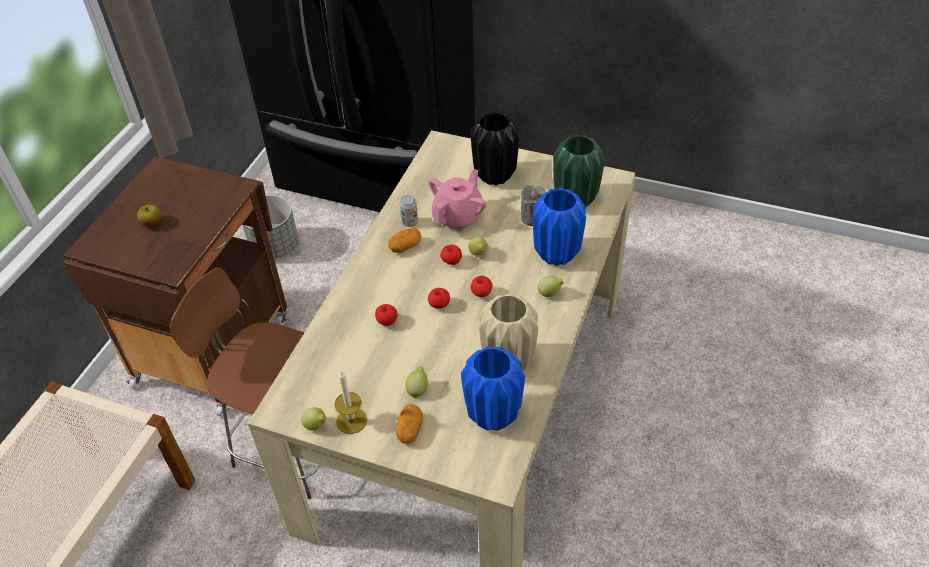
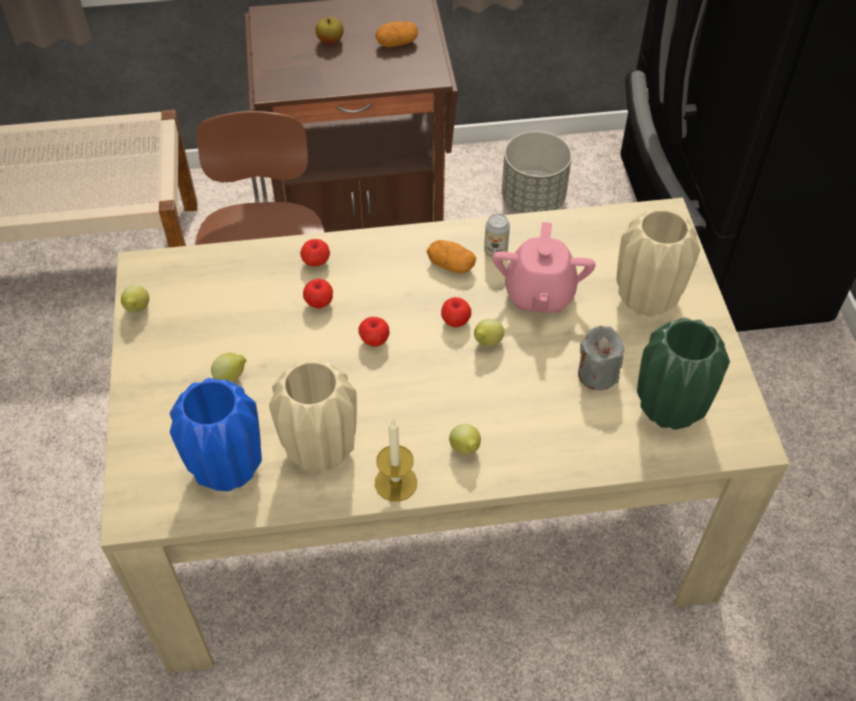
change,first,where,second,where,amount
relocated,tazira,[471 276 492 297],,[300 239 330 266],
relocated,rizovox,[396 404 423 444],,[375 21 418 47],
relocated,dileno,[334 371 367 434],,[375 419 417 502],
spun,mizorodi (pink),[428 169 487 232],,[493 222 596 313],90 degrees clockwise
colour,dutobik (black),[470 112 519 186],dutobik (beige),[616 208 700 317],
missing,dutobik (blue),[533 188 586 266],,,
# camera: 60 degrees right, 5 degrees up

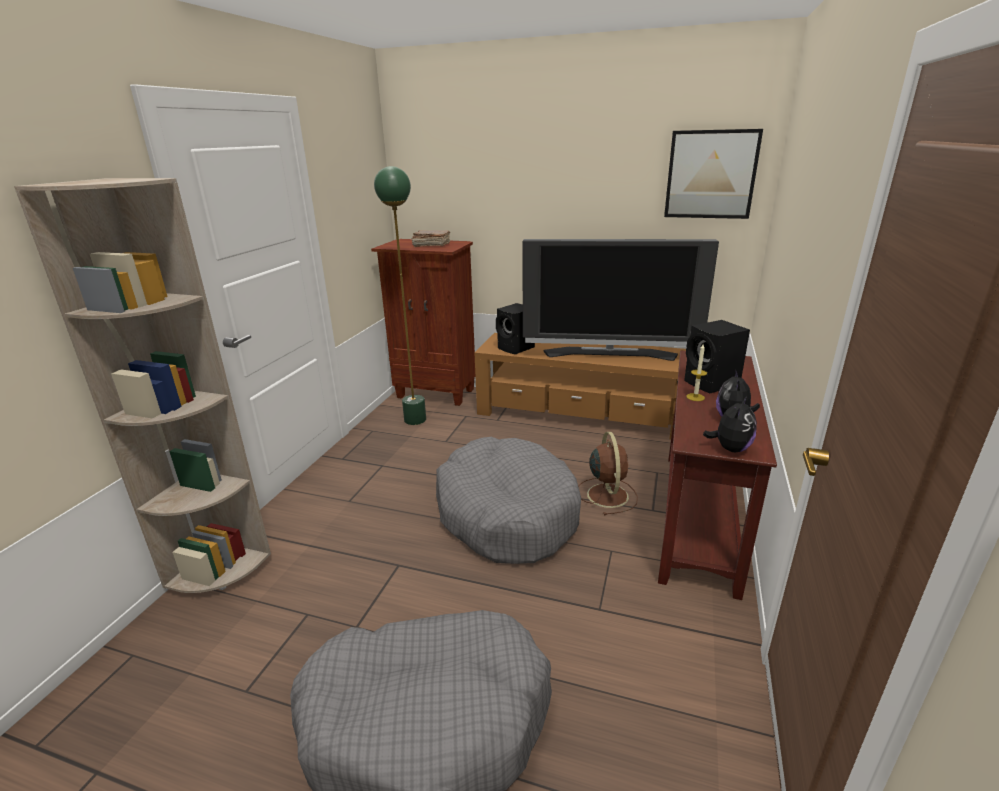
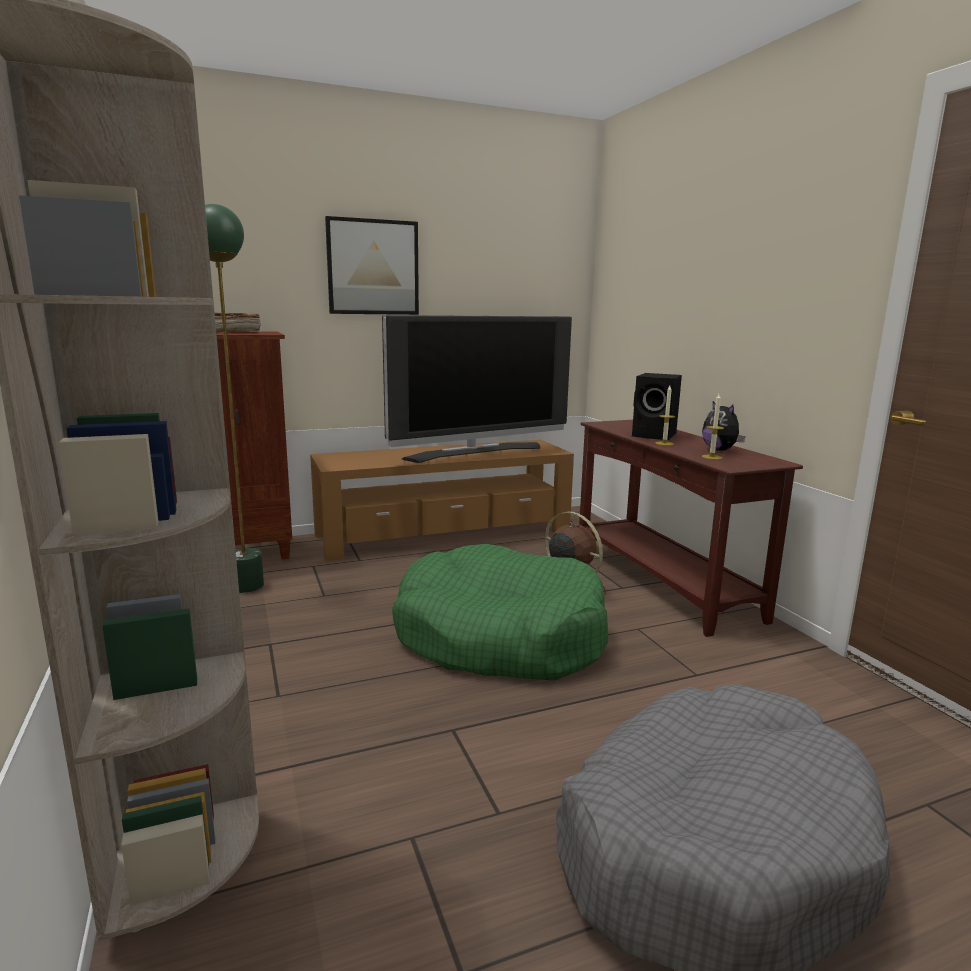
change,first,where,second,where,amount
relocated,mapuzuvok,[664 129 763 219],,[325 216 419 315],
colour,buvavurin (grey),[436 437 581 564],buvavurin (green),[392 544 608 681],
appeared,,,dileno,[701 394 724 460],
missing,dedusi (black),[496 303 535 354],,,
missing,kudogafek,[703 395 757 452],,,
# camera: 40 degrees left, 10 degrees down

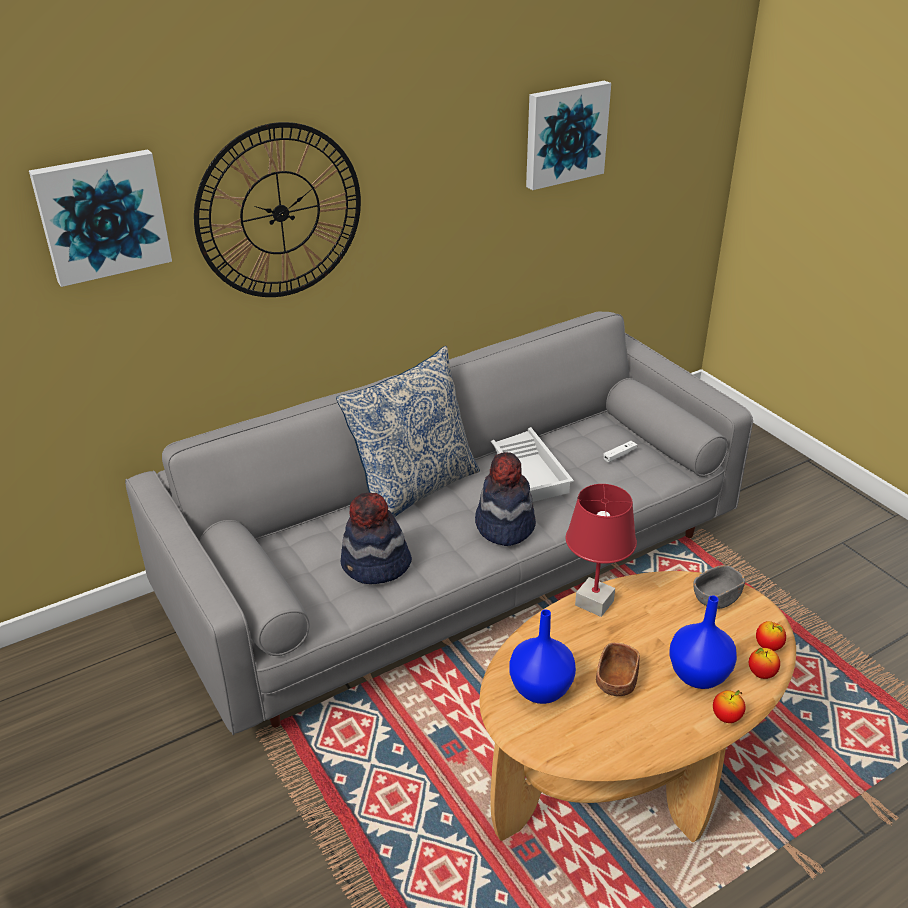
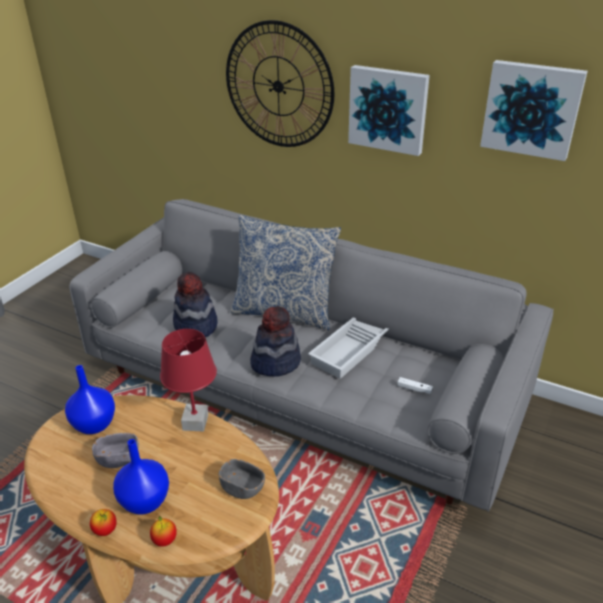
change,first,where,second,where,amount
colour,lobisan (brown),[596 643 640 696],lobisan (grey),[92 433 139 468],
relocated,mapuzuvok,[29 149 172 287],,[348 65 430 156],
missing,tazira,[756 621 786 651],,,
# camera: 60 degrees right, 0 degrees up

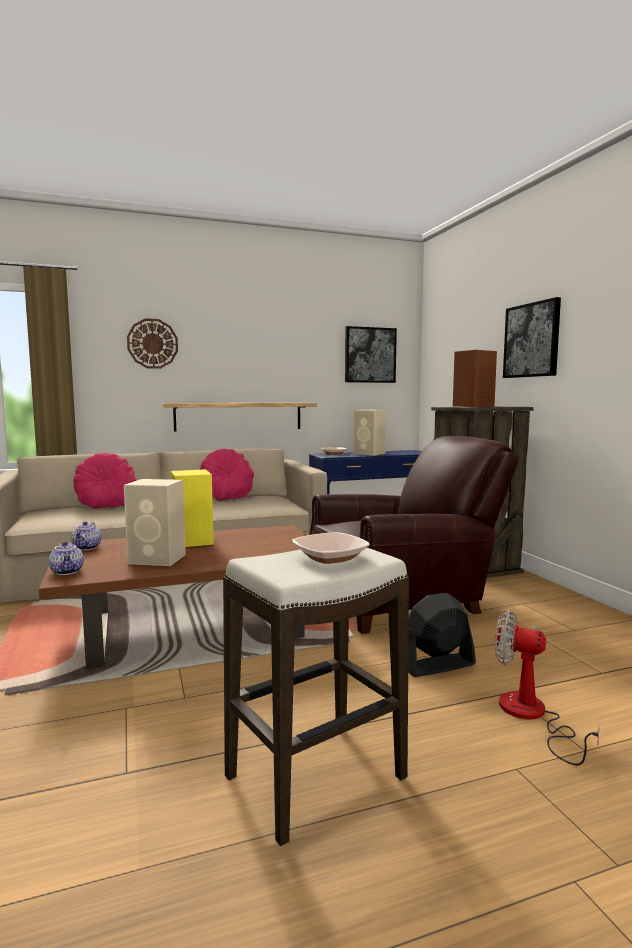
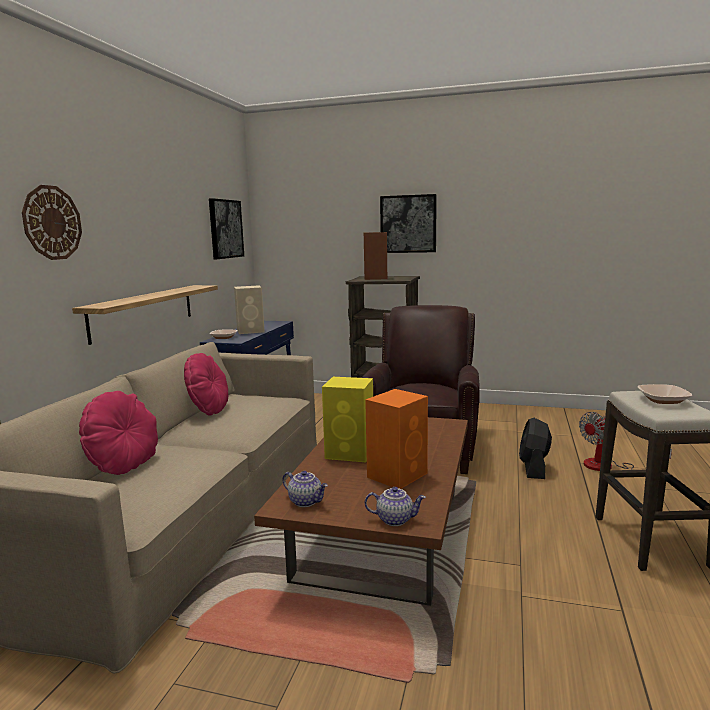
change,first,where,second,where,amount
colour,dedusi (beige),[124 479 186 566],dedusi (orange),[365 389 428 489],
# camera: 55 degrees left, 5 degrees up

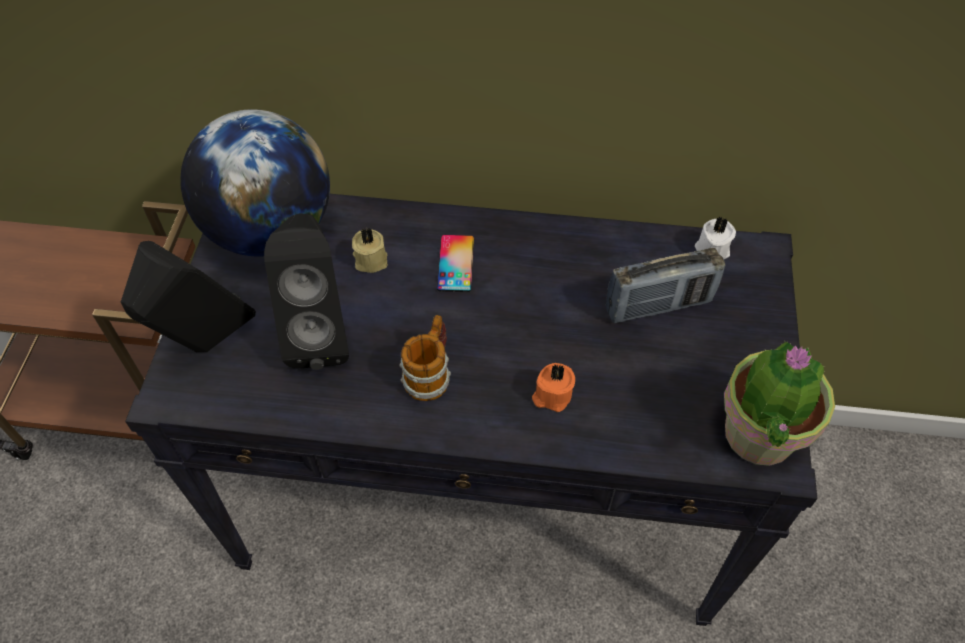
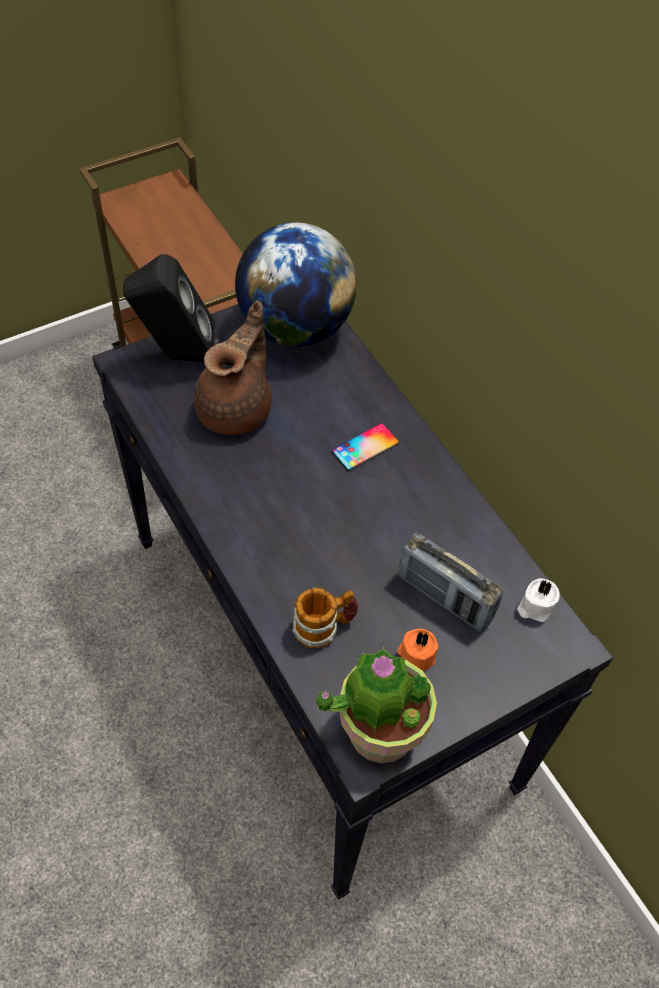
change,first,where,second,where,amount
exchanged,dedusi (black),[264 213 349 370],mizorodi (brown),[194 301 271 435],
relocated,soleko,[399 315 451 401],,[292 588 358 649],
relocated,dileno (orange),[532 363 575 412],,[397 629 438 671],
missing,dileno (beige),[352 227 388 273],,,
# camera: 50 degrees right, 0 degrees up

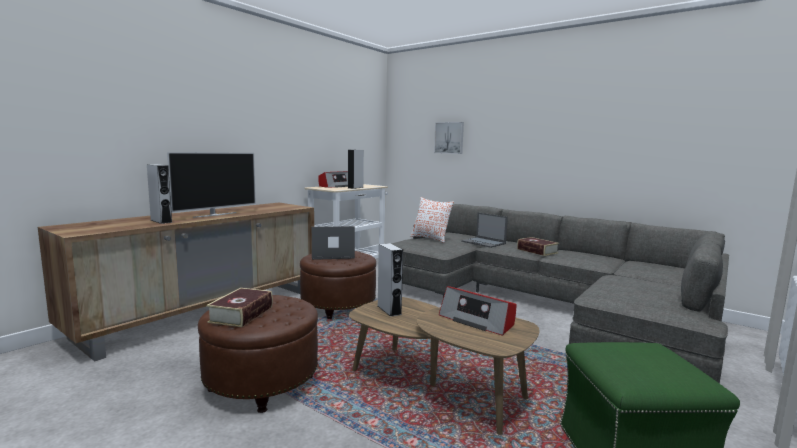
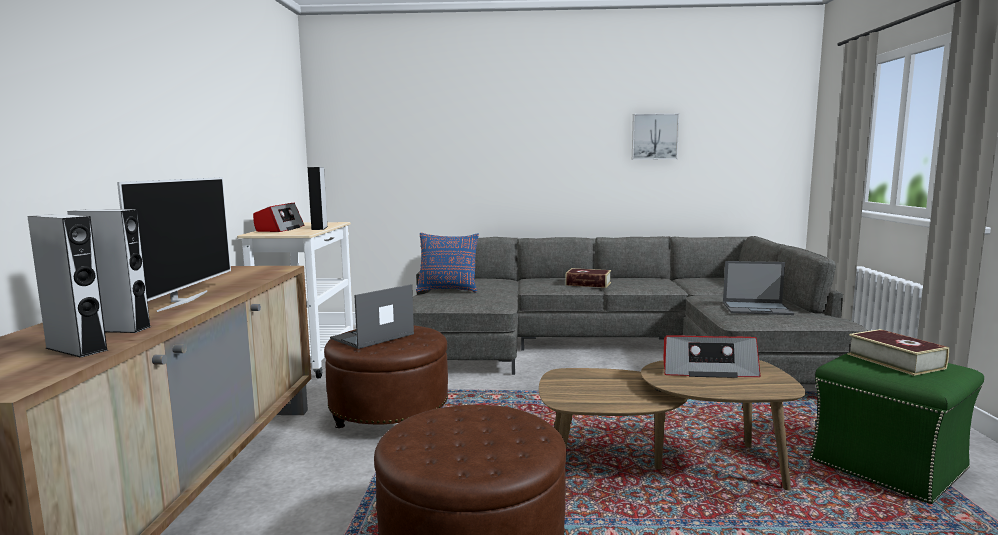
change,first,where,second,where,amount
relocated,dedusi (grey),[378 243 403 317],,[27 214 108 358],
colour,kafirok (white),[411 197 454 243],kafirok (blue),[416 233 479 293],
relocated,mapuzuvok,[434 122 464 154],,[632 113 679 160],
relocated,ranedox,[461 212 508 248],,[723 261 794 315],
relocated,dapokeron,[206 288 273 327],,[847 329 949 376],
# camera: 35 degrees left, 0 degrees up

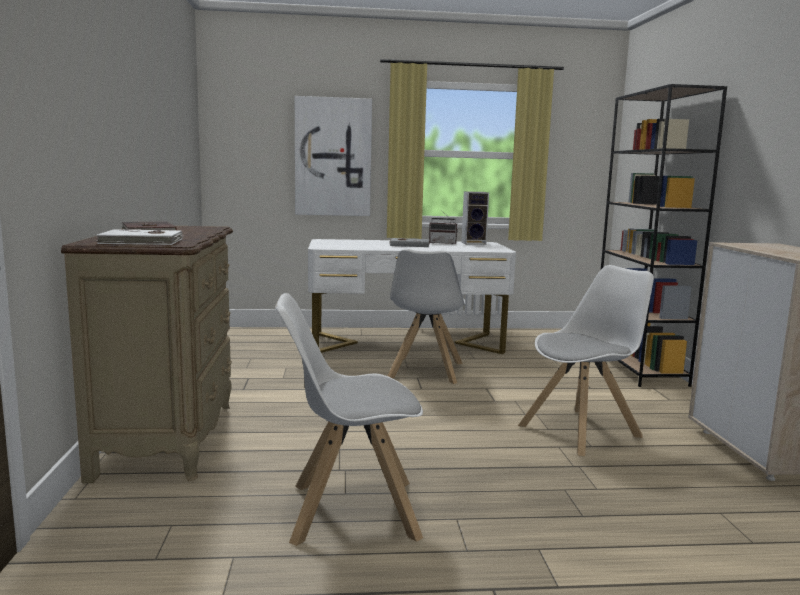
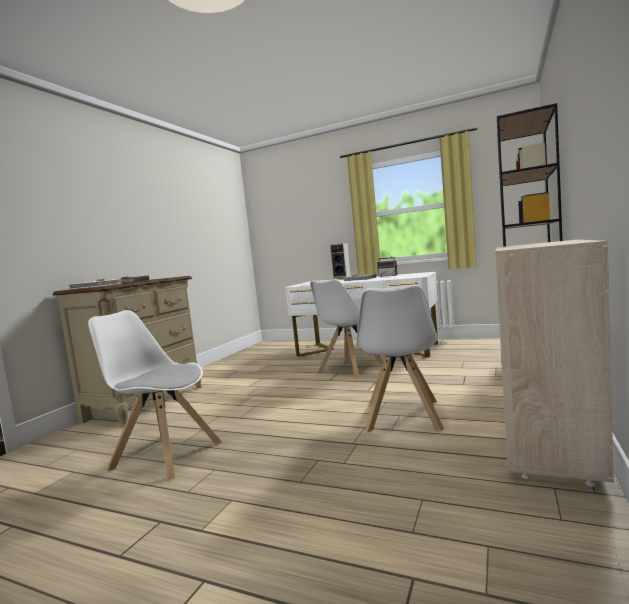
change,first,where,second,where,amount
relocated,dedusi,[462 191 489 245],,[330 243 351 280],
spun,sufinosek,[518 265 654 456],,[357 284 444 432],105 degrees clockwise
missing,mapuzuvok,[295 96 372 216],,,
# camera: 30 degrees right, 5 degrees down

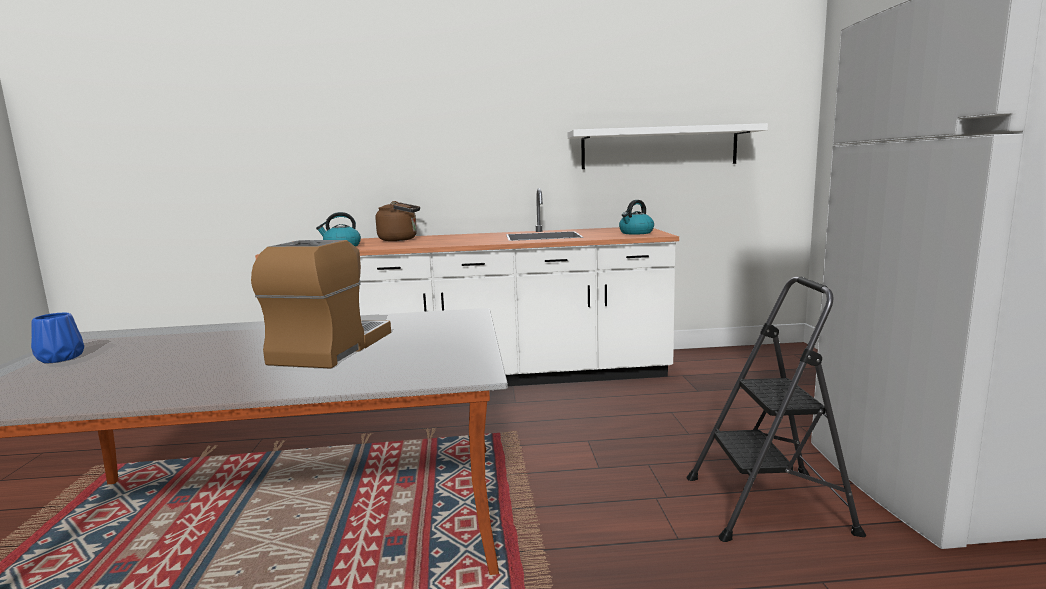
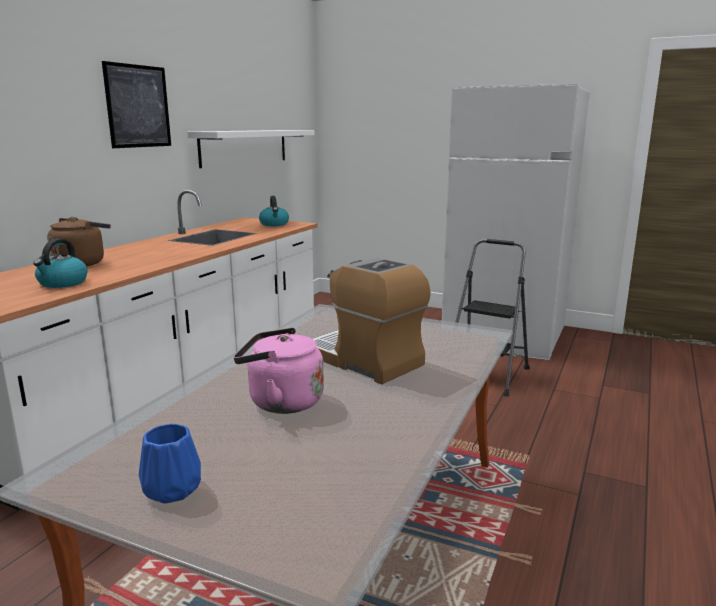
change,first,where,second,where,amount
appeared,,,mapuzuvok,[102 61 171 148],
appeared,,,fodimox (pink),[234 328 324 414],
# camera: 60 degrees left, 5 degrees up

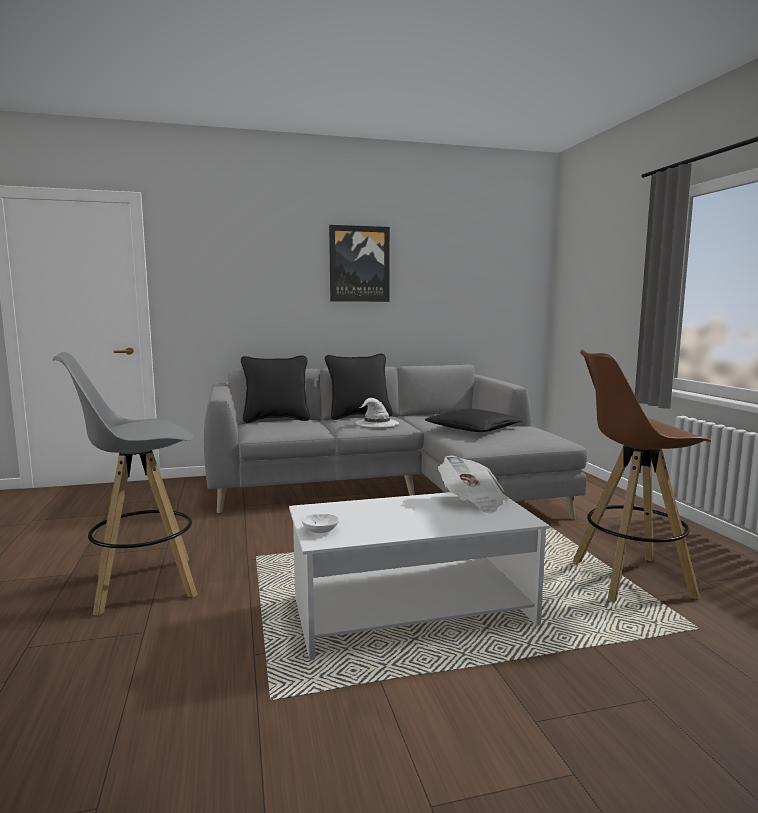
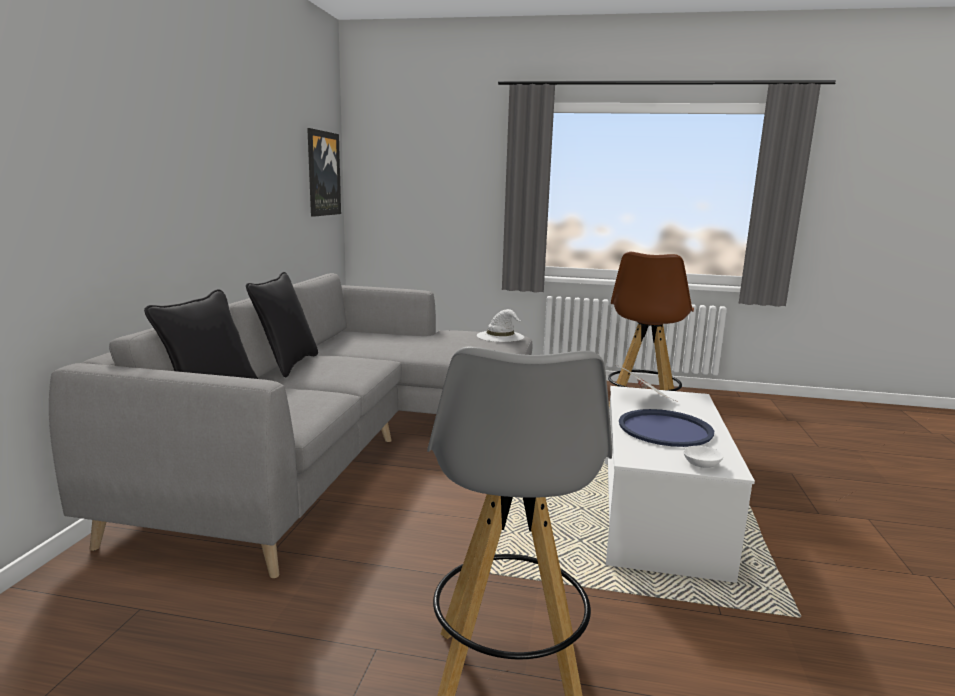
change,first,where,second,where,amount
relocated,mapuzuvok,[329 225 390 302],,[307 128 341 217],
relocated,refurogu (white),[356 398 399 428],,[477 309 524 342],
appeared,,,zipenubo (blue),[619 409 714 447],
missing,kafirok (black),[425 409 524 432],,,
# camera: 65 degrees left, 5 degrees up

